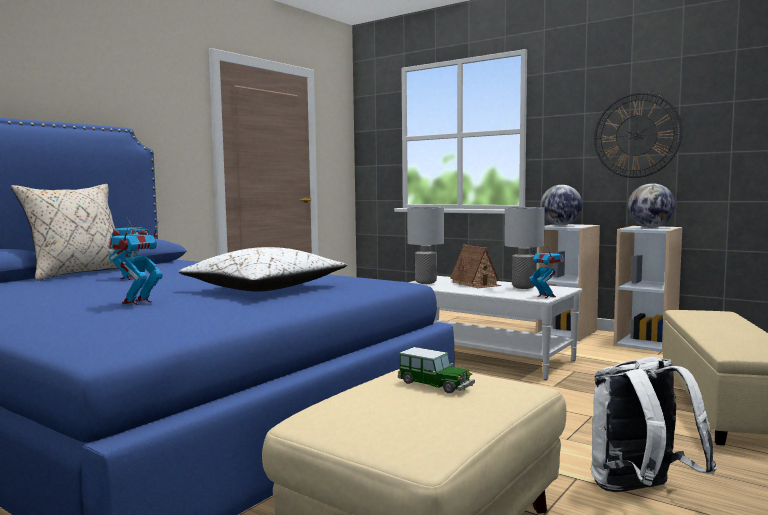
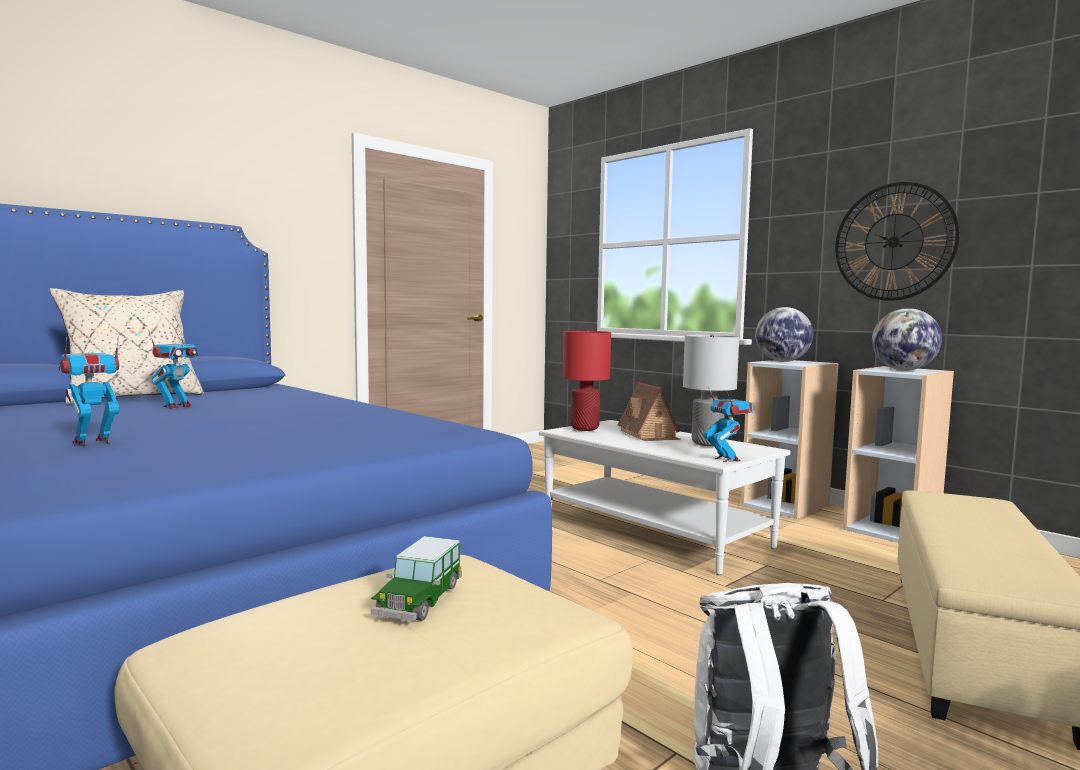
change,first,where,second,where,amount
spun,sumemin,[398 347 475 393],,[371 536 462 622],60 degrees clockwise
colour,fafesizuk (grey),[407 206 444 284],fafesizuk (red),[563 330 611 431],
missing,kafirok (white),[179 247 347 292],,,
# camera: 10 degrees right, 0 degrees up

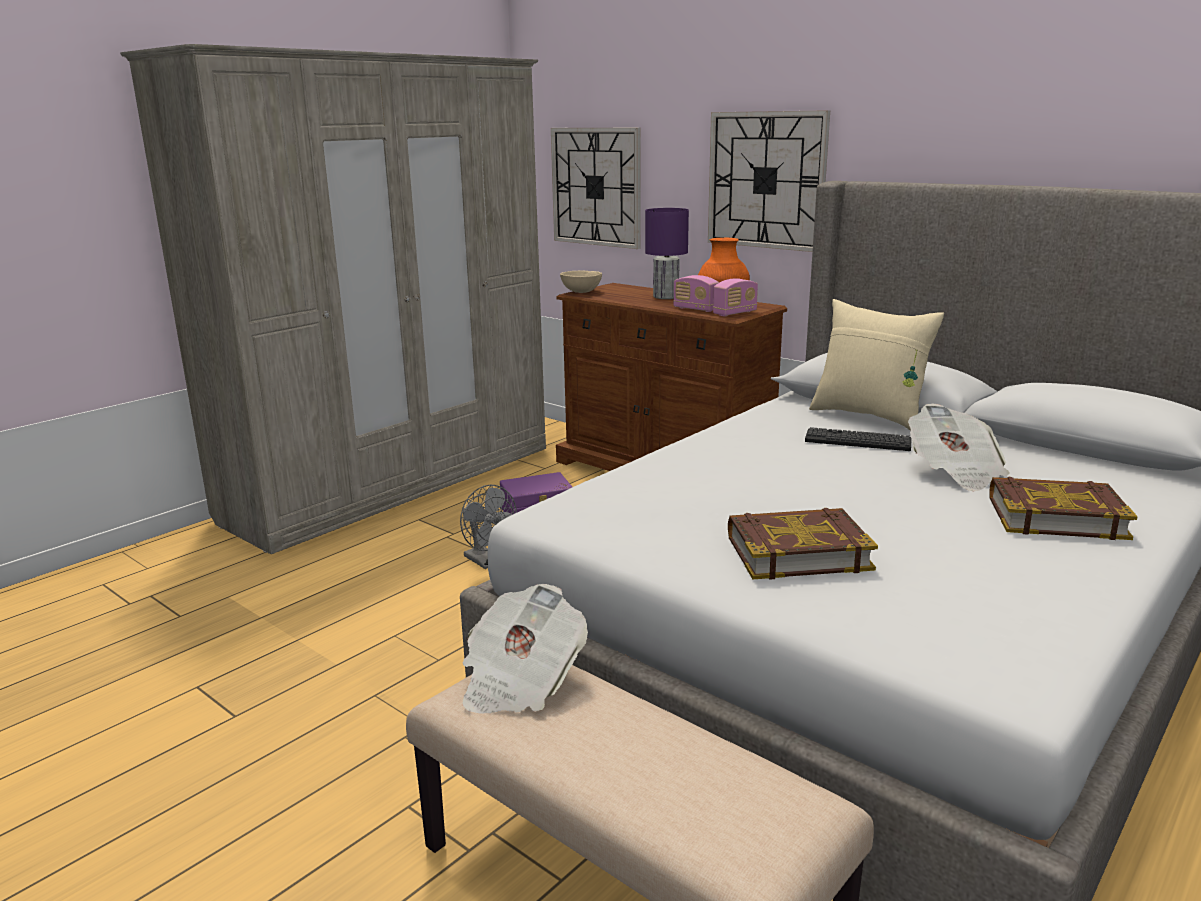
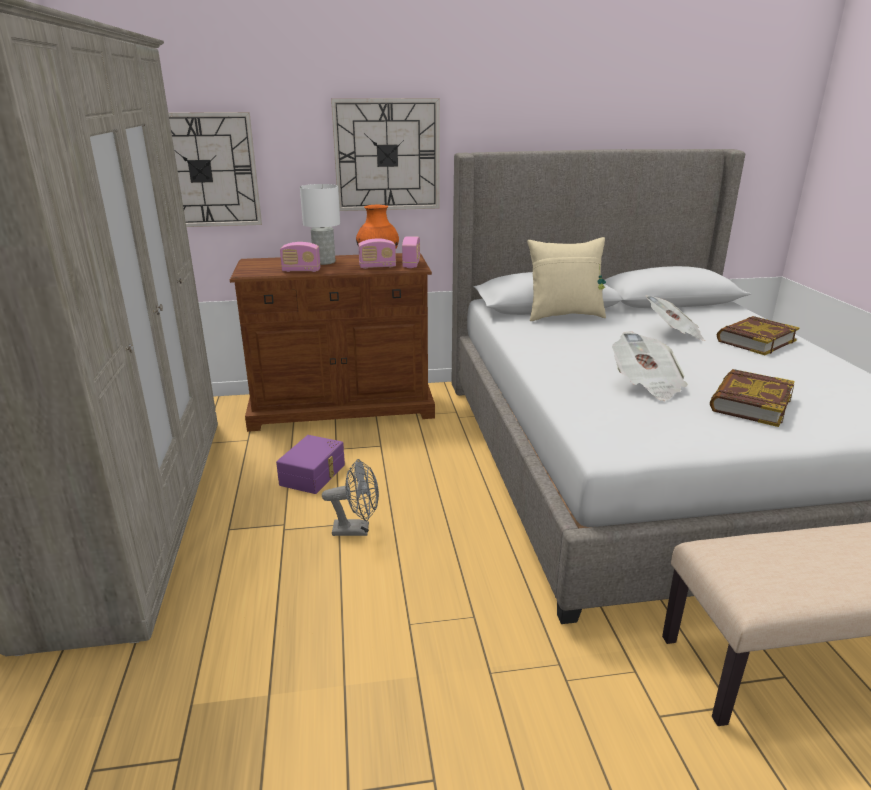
change,first,where,second,where,amount
appeared,,,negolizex,[280 242 321 272],
colour,fafesizuk (purple),[645 208 689 299],fafesizuk (white),[300 184 340 265],
relocated,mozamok,[462 584 588 714],,[612 331 688 401],
missing,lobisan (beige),[560 271 602 293],,,
missing,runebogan,[805 427 911 451],,,
# camera: 50 degrees left, 5 degrees up

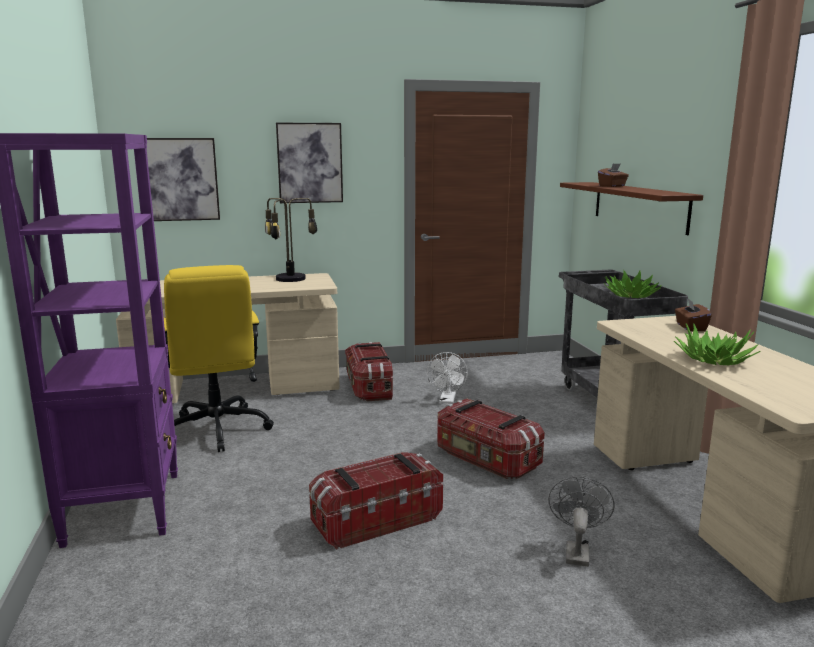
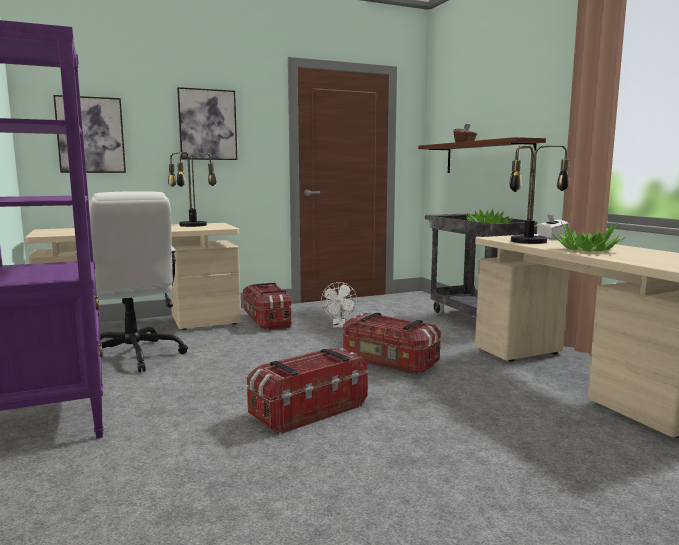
change,first,where,second,where,amount
colour,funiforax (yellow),[163 265 274 452],funiforax (white),[75 191 188 372],
appeared,,,fafesizuk,[509 145 569 244],
colour,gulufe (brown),[675 299 712 331],gulufe (white),[537 214 569 239],
missing,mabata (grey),[548 476 615 567],,,
# camera: 10 degrees left, 5 degrees down

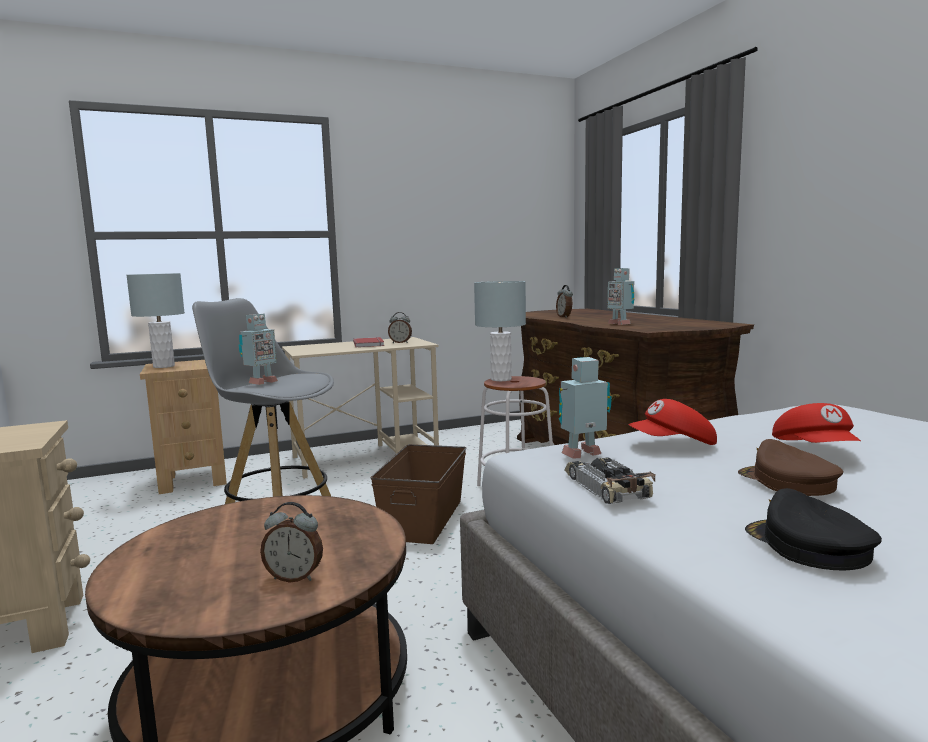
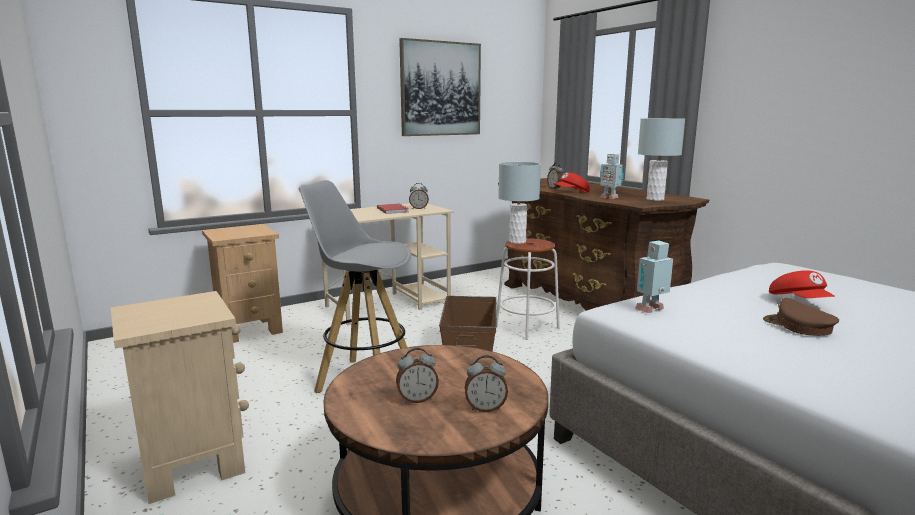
change,first,where,second,where,amount
appeared,,,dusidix,[396 348 439 403],
appeared,,,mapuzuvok,[399 38 481 136],
relocated,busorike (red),[628 399 717 445],,[553 173 590 192],
relocated,fafesizuk (grey),[127 273 184 368],,[638 118 685 201],
missing,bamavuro,[239 314 278 385],,,
missing,sumemin,[564 457 656 504],,,
missing,busorike (black),[745 488 882 571],,,
# camera: 10 degrees left, 5 degrees up

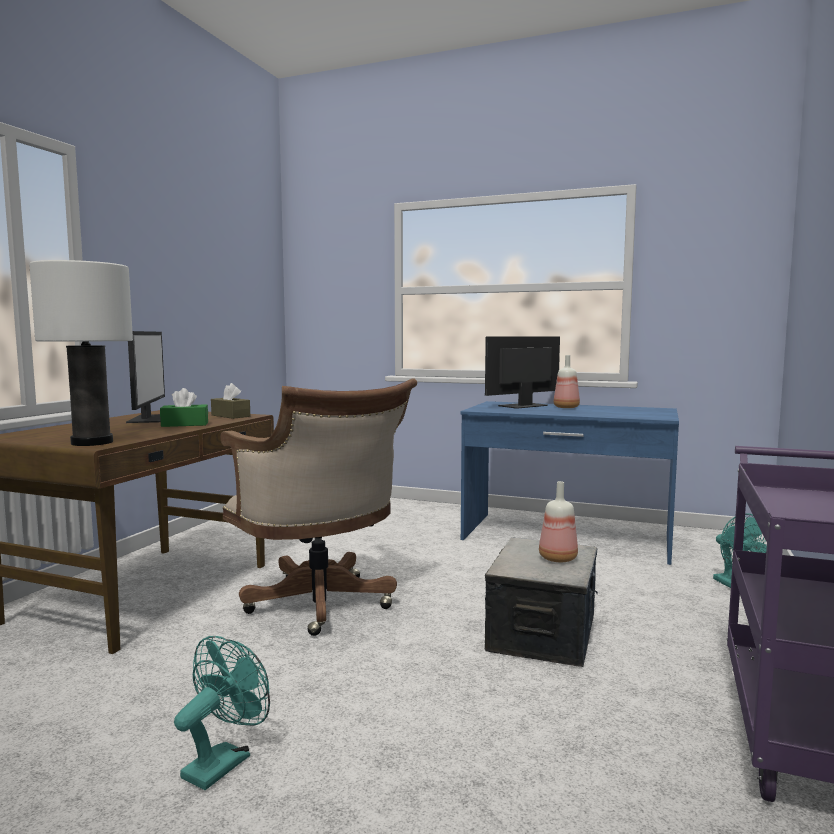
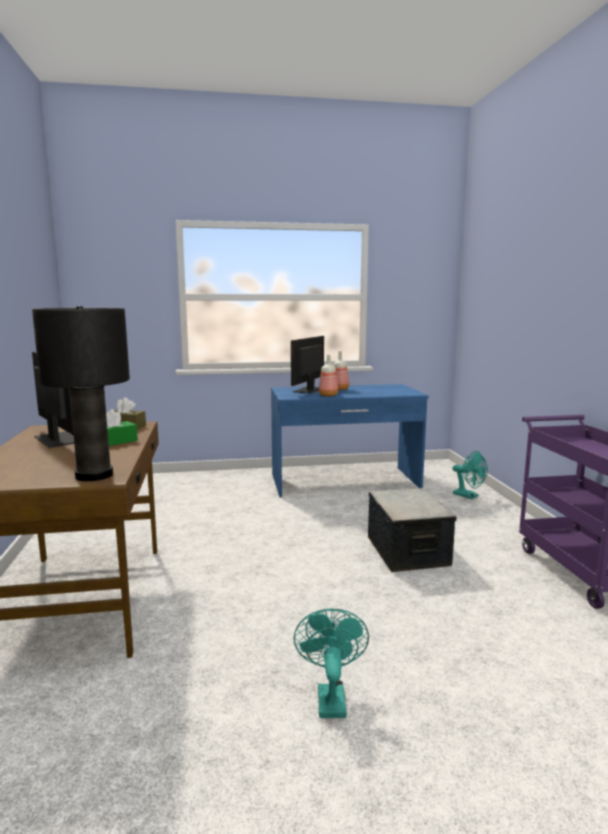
change,first,where,second,where,amount
colour,fafesizuk (white),[29 260 133 446],fafesizuk (black),[32 306 130 481],
relocated,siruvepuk,[539 481 578 562],,[318 355 338 396],
missing,funiforax,[221 378 417 636],,,
# camera: 30 degrees left, 5 degrees up

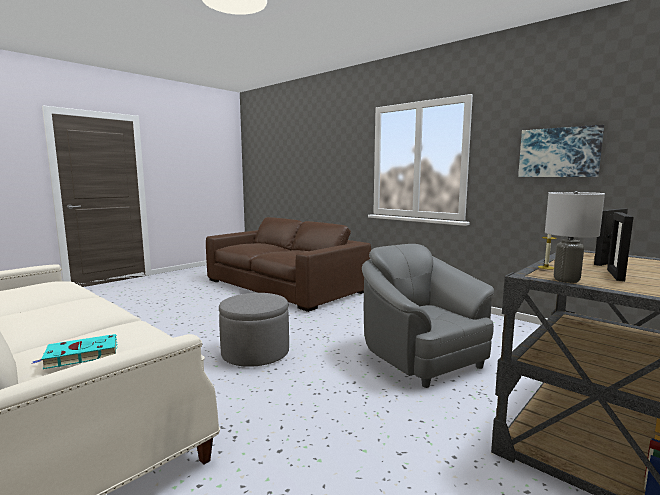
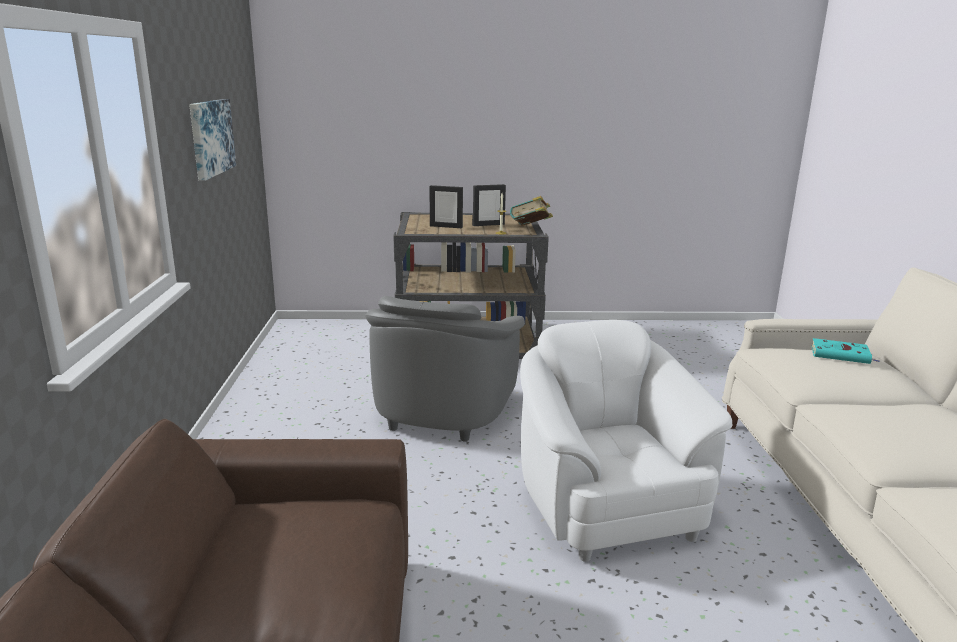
change,first,where,second,where,amount
exchanged,fafesizuk (white),[545 191 605 283],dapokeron,[510 196 553 226],
exchanged,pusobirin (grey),[219 293 289 367],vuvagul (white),[520 320 732 562],
# camera: 135 degrees left, 10 degrees up

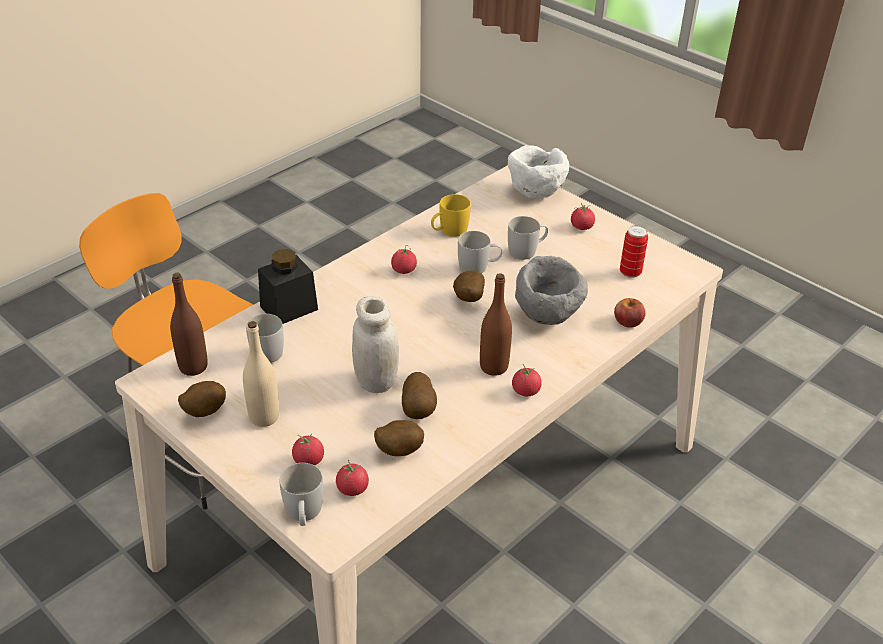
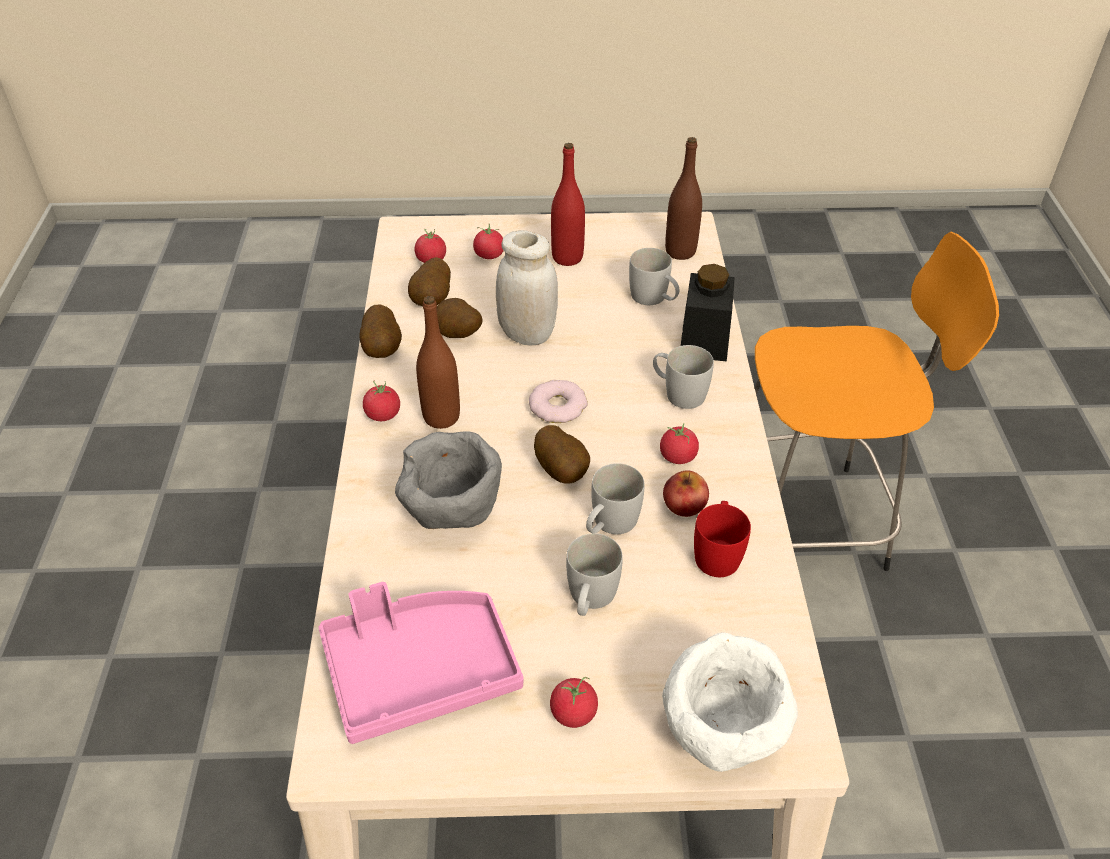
change,first,where,second,where,amount
exchanged,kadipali,[620 225 648 278],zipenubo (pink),[318 582 523 744],
relocated,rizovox,[178 381 226 417],,[359 304 402 358],
appeared,,,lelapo,[529 380 588 423],
colour,siruvepuk (beige),[243 321 279 427],siruvepuk (red),[551 143 585 266],
relocated,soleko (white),[280 463 323 526],,[653 345 714 409],
relocated,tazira,[614 298 646 328],,[663 470 709 517],
colour,soleko (yellow),[431 194 471 237],soleko (red),[694 501 751 577],
# camera: 135 degrees right, 5 degrees up

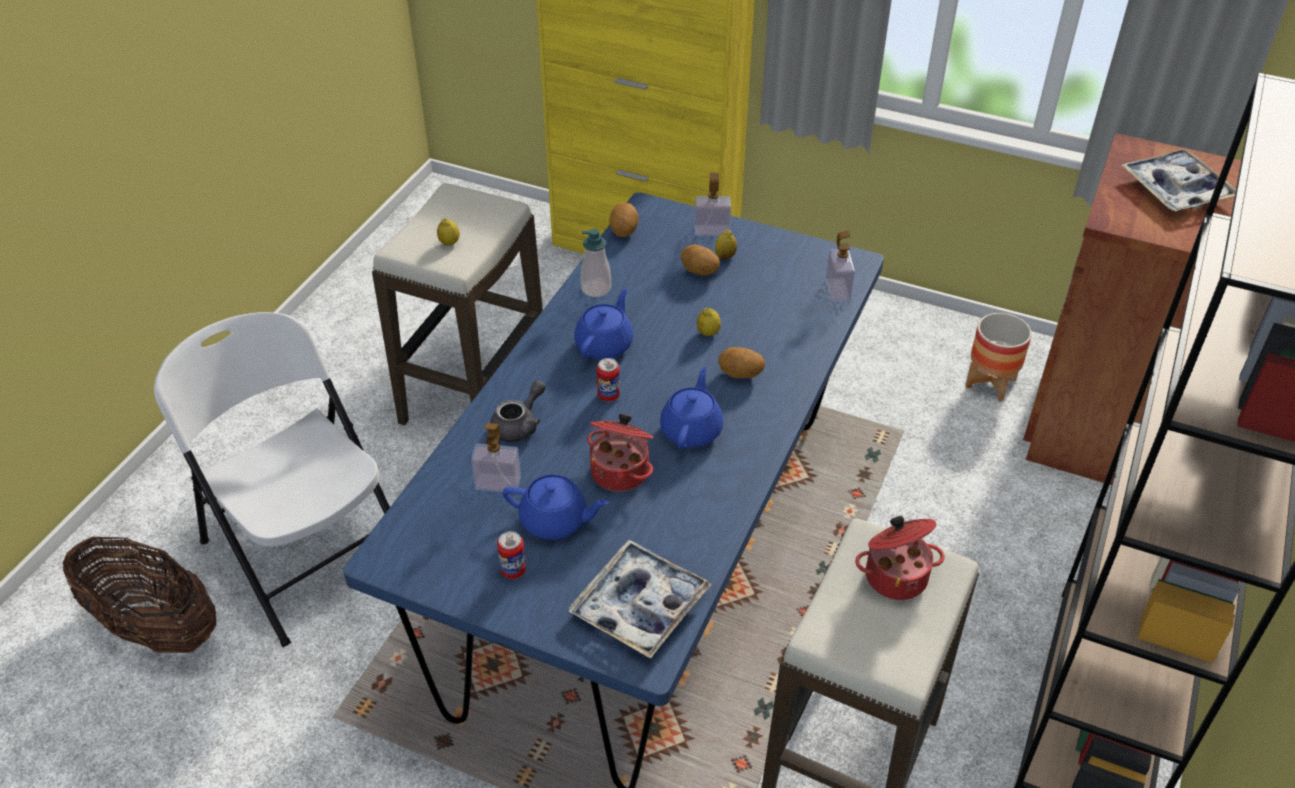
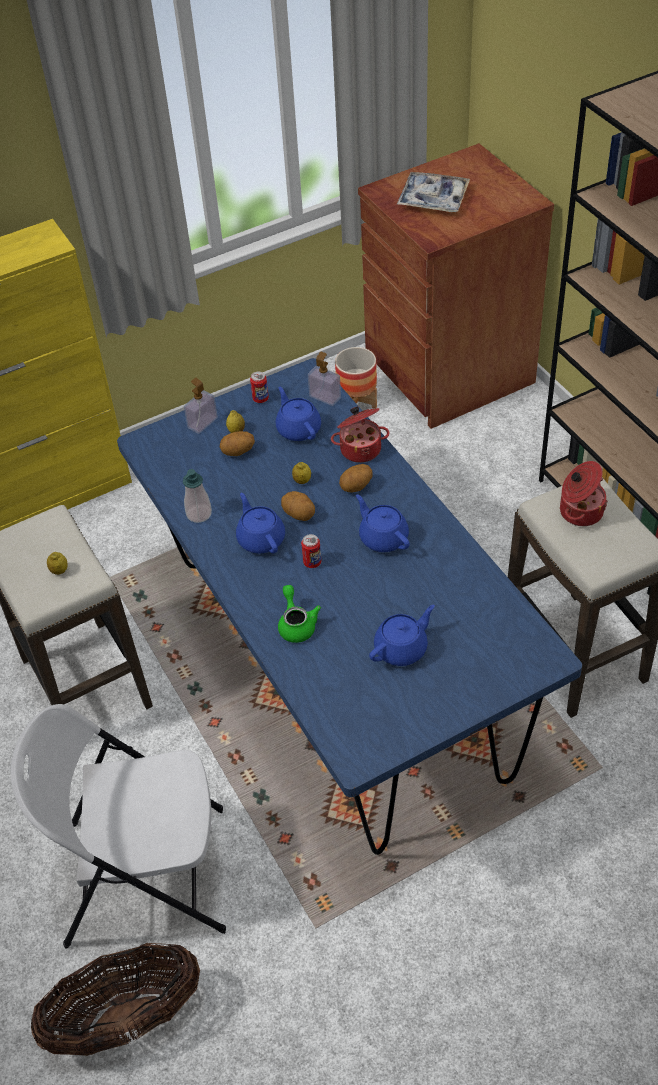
change,first,where,second,where,amount
relocated,kadipali,[497 531 526 579],,[250 372 269 403],
appeared,,,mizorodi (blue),[276 387 321 441],
colour,mizorodi (grey),[490 380 546 442],mizorodi (green),[278 585 321 643],
relocated,rizovox,[609 203 639 237],,[281 491 315 521],
relocated,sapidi,[587 414 653 492],,[331 406 389 463],
missing,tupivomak,[471 423 521 492],,,
missing,zipenubo,[569 540 712 659],,,
# camera: 50 degrees left, 5 degrees up

